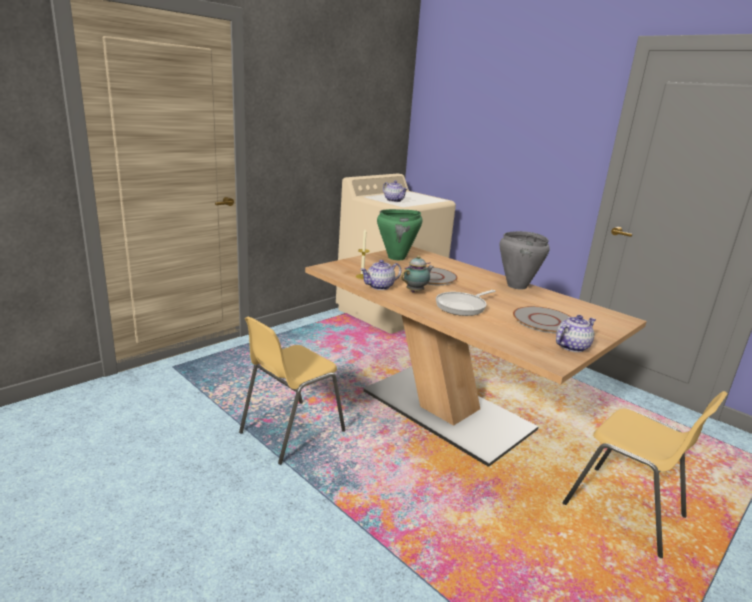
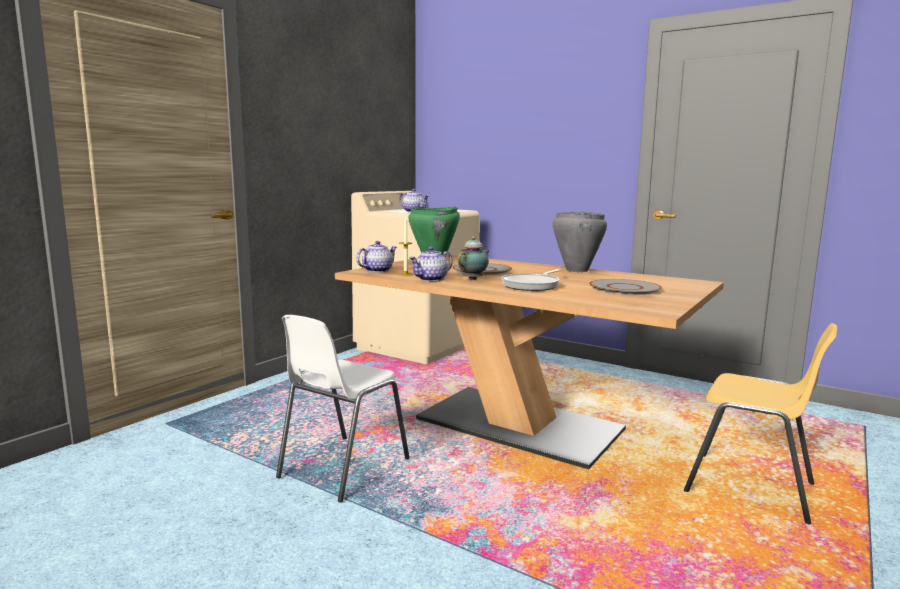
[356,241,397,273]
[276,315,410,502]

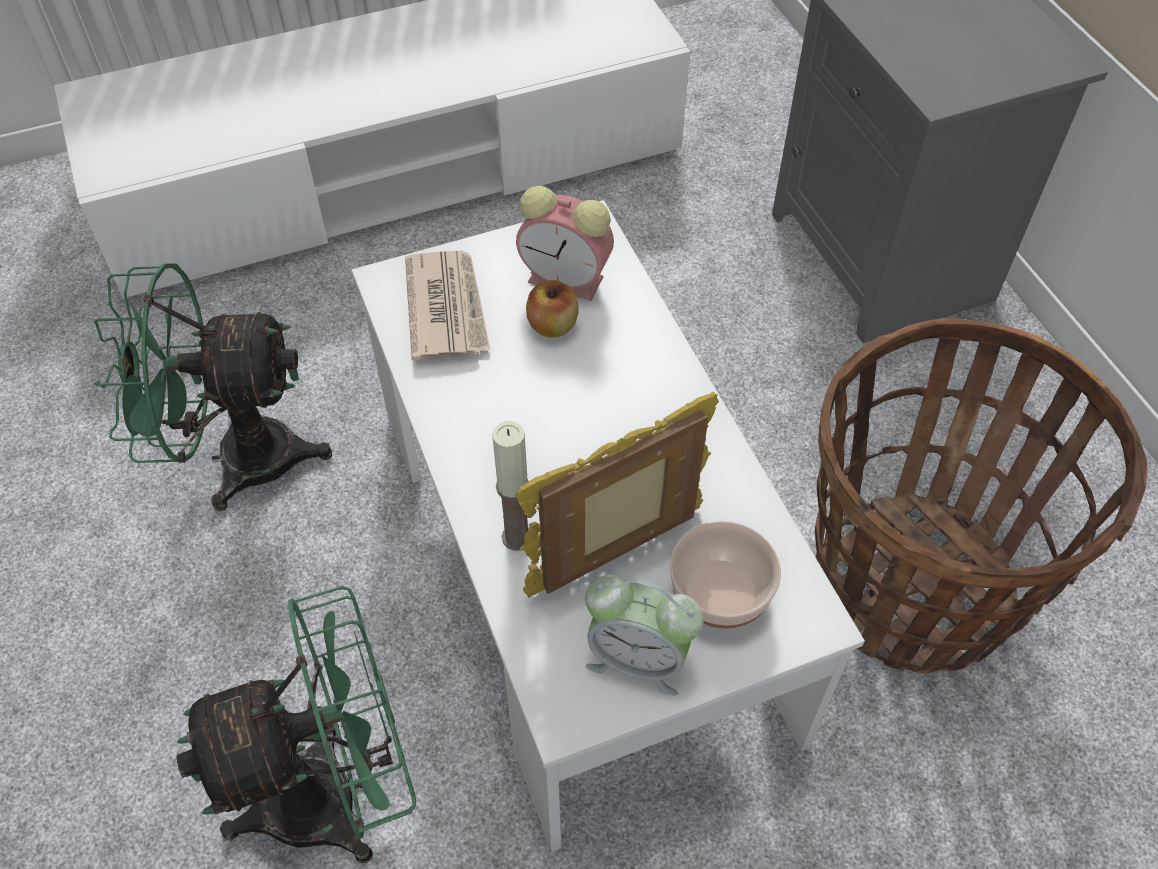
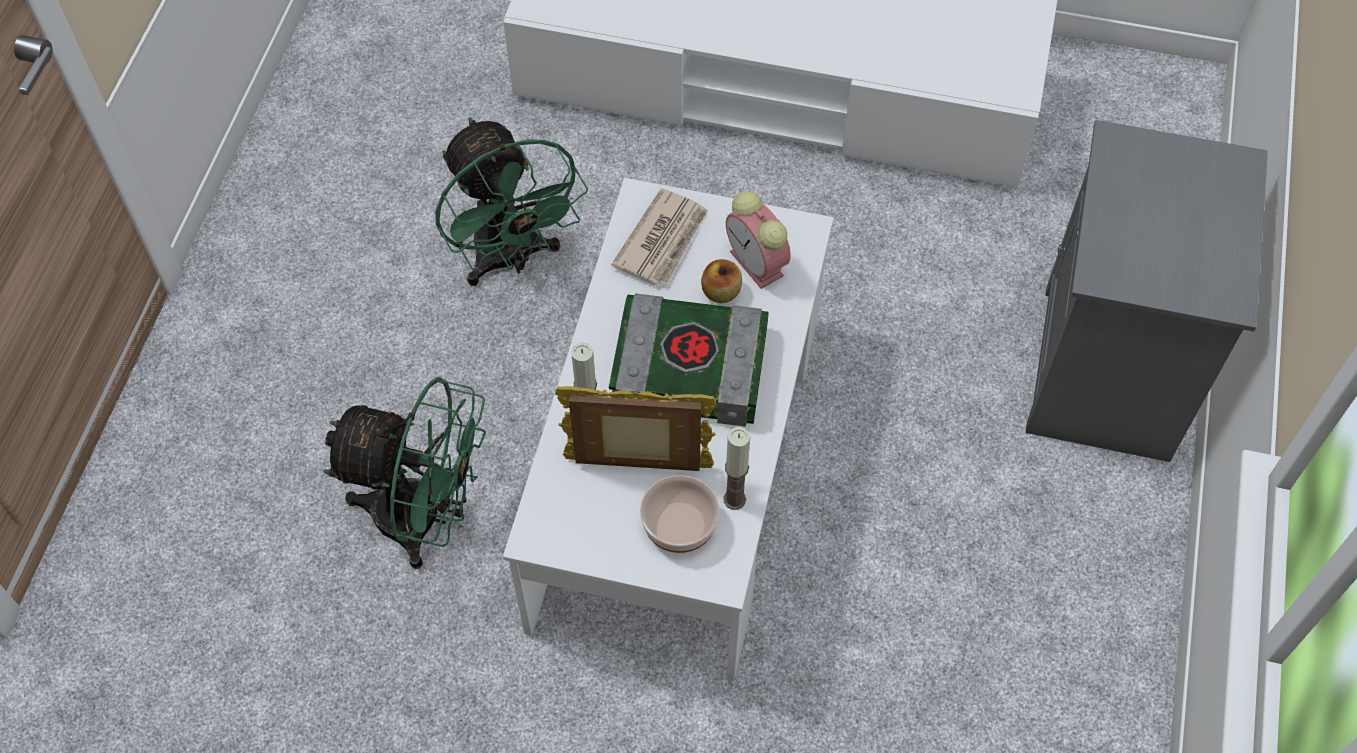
[435,118,588,286]
[815,318,1148,674] (first image)
[585,574,703,696] (first image)
[609,293,769,427]
[724,427,750,510]

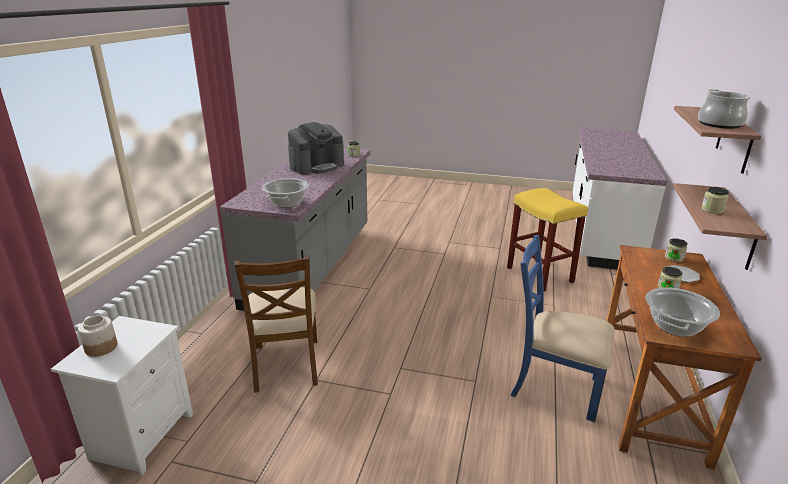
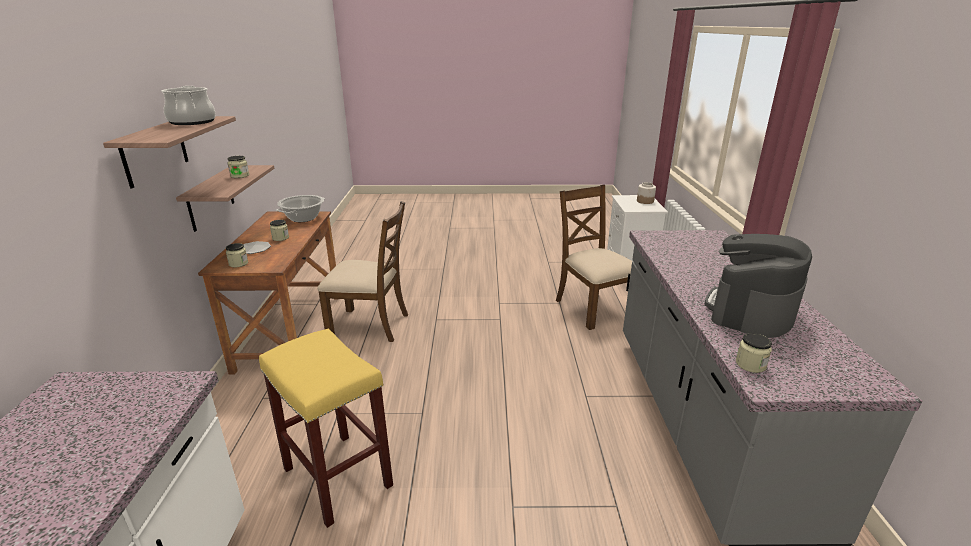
[262,178,309,208] (first image)
[318,201,408,342]

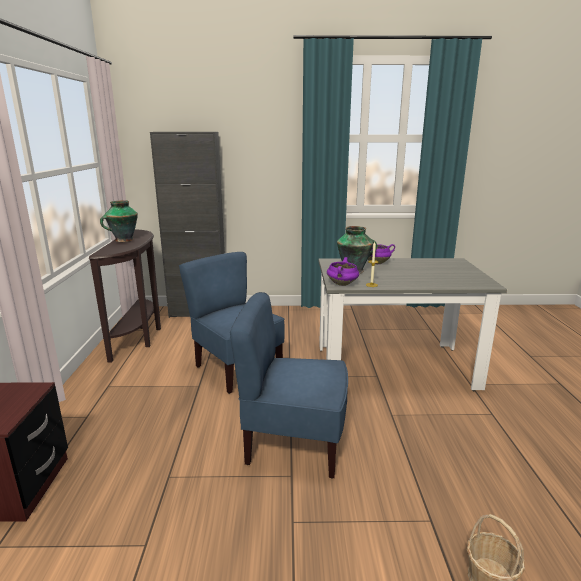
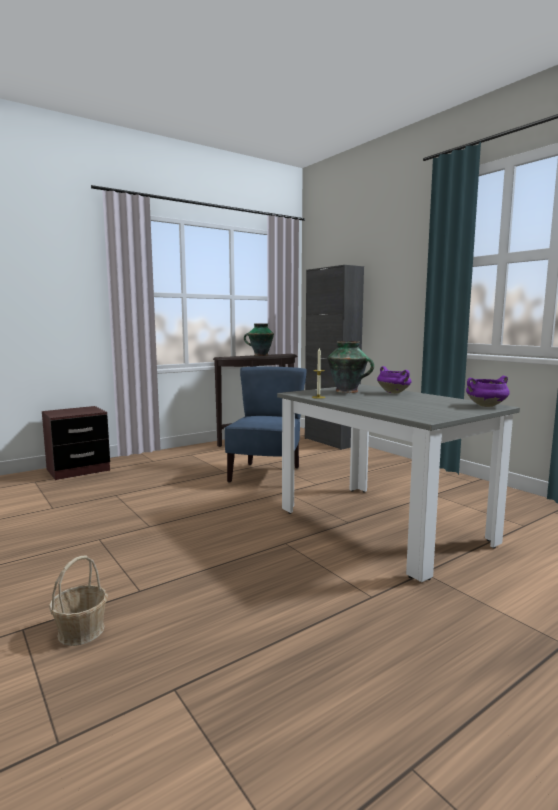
[466,376,510,407]
[230,292,348,479] (first image)

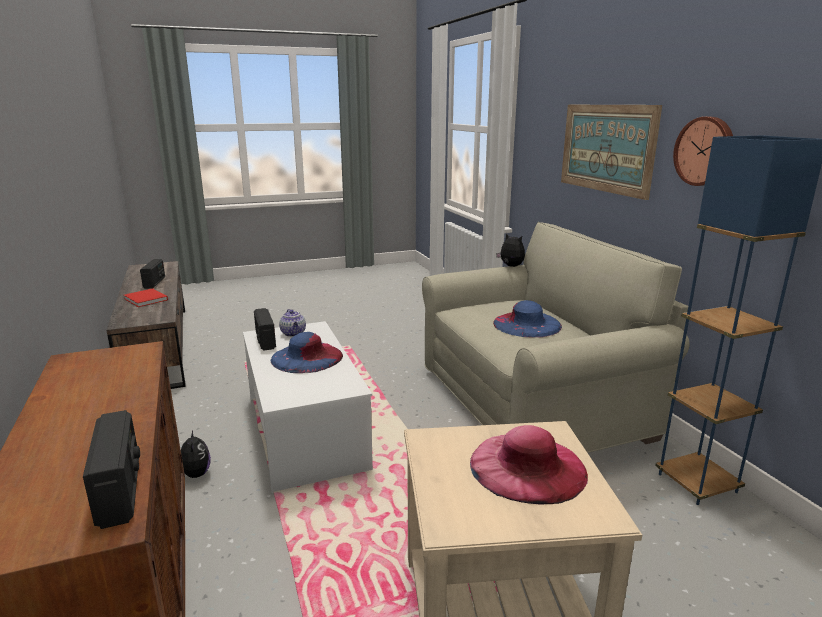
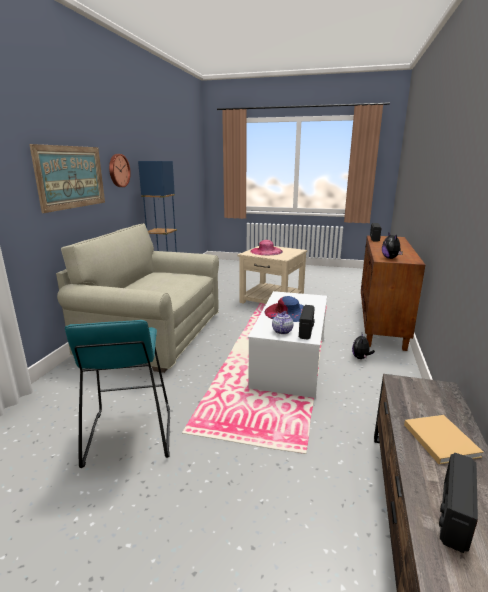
[382,232,403,259]
[404,415,483,464]
[493,300,562,338] (first image)
[65,320,170,468]

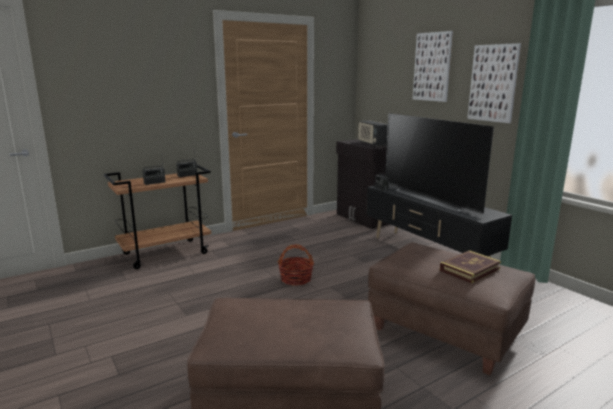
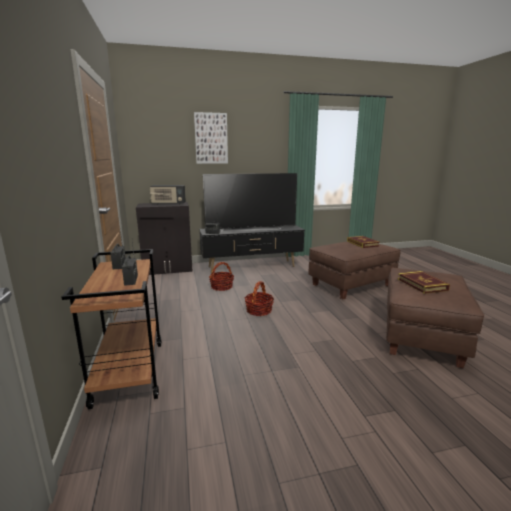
[467,43,521,123] (first image)
[209,262,234,291]
[398,271,450,294]

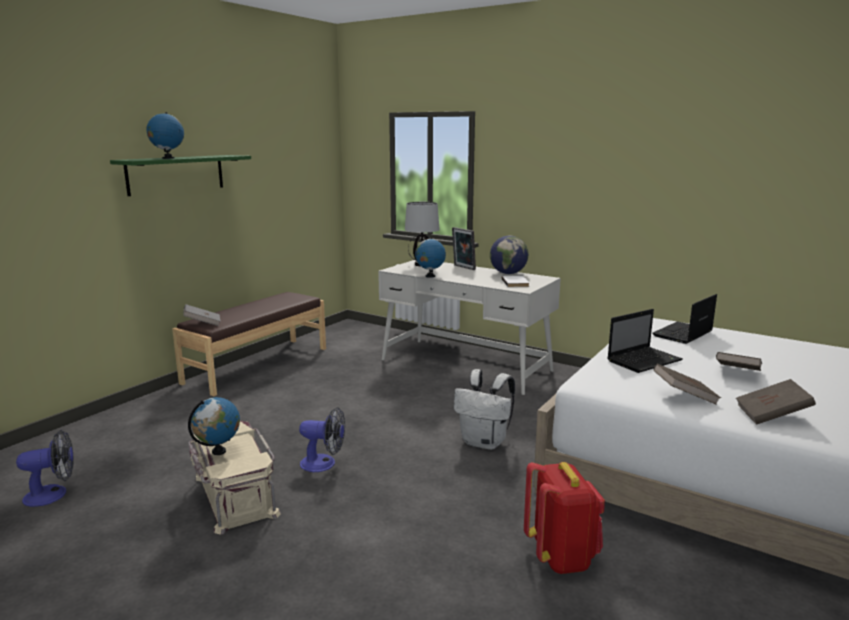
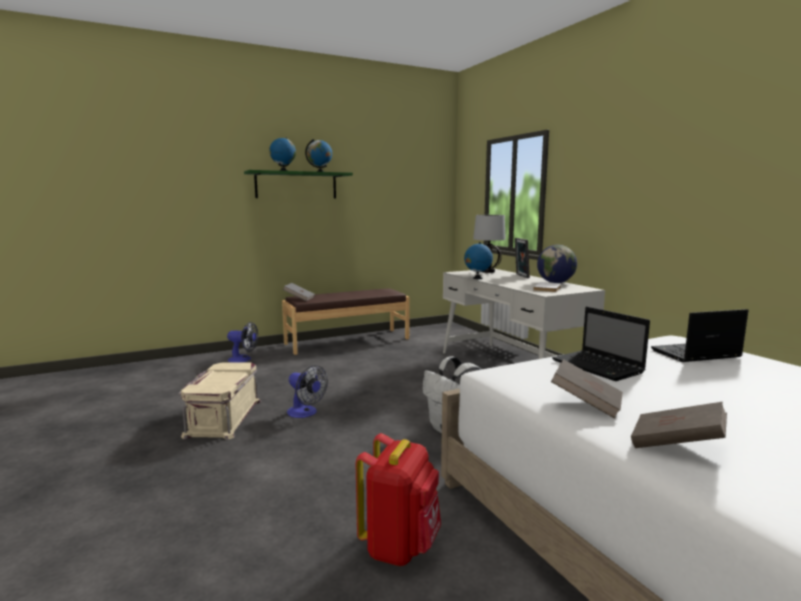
[552,307,650,381]
[716,352,762,371] (first image)
[305,139,332,172]
[227,322,258,363]

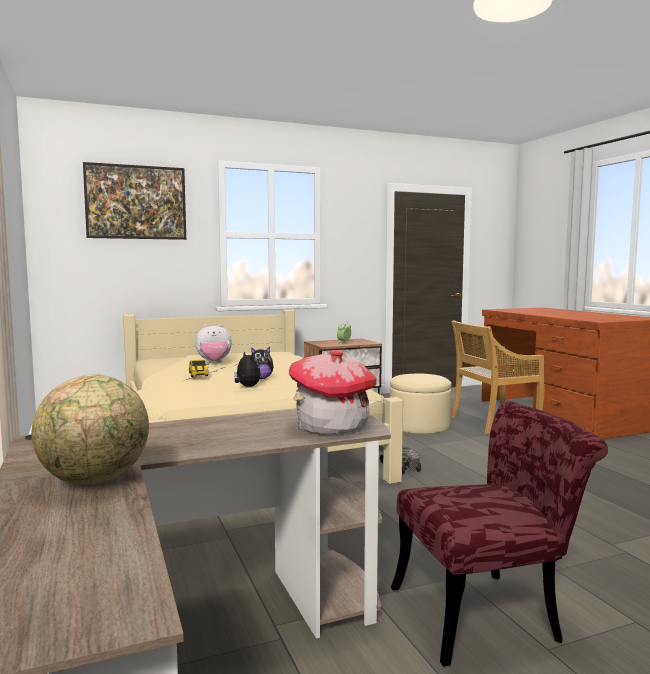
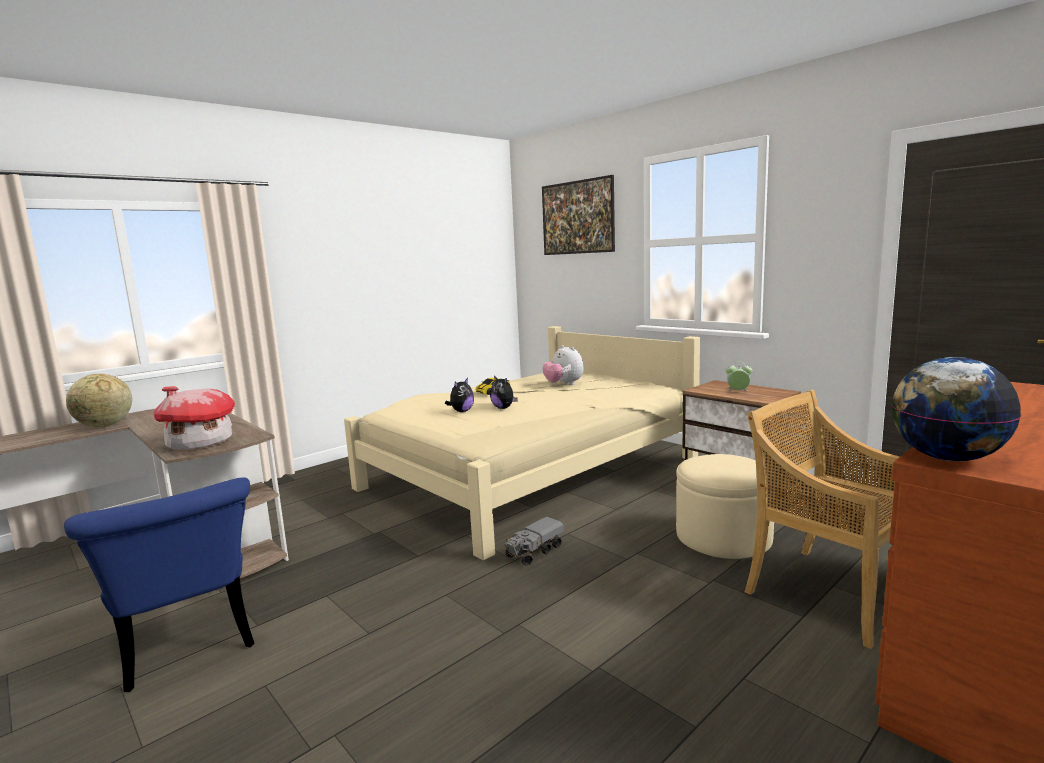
[64,477,254,692]
[891,357,1021,461]

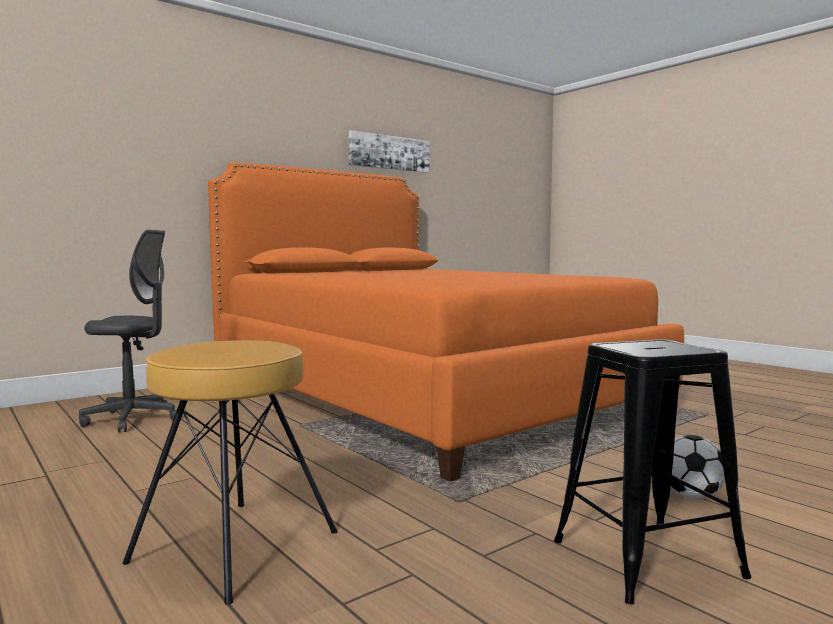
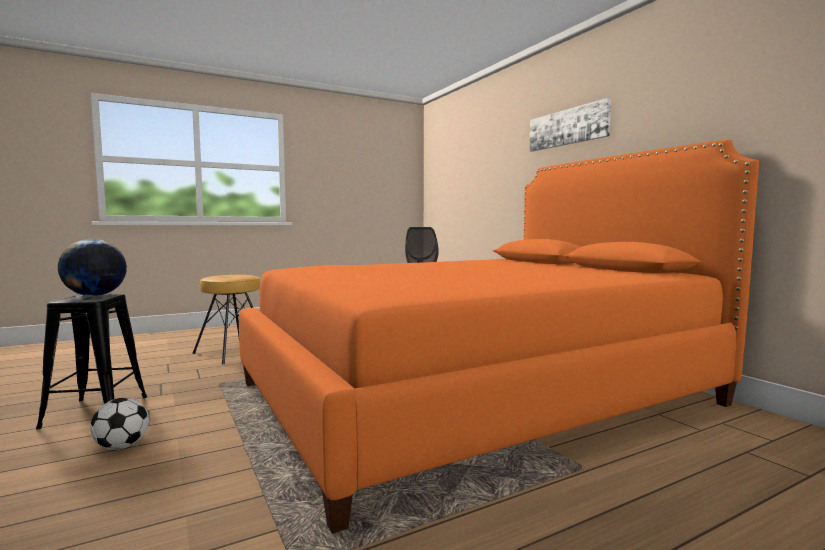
[529,98,611,152]
[58,239,127,296]

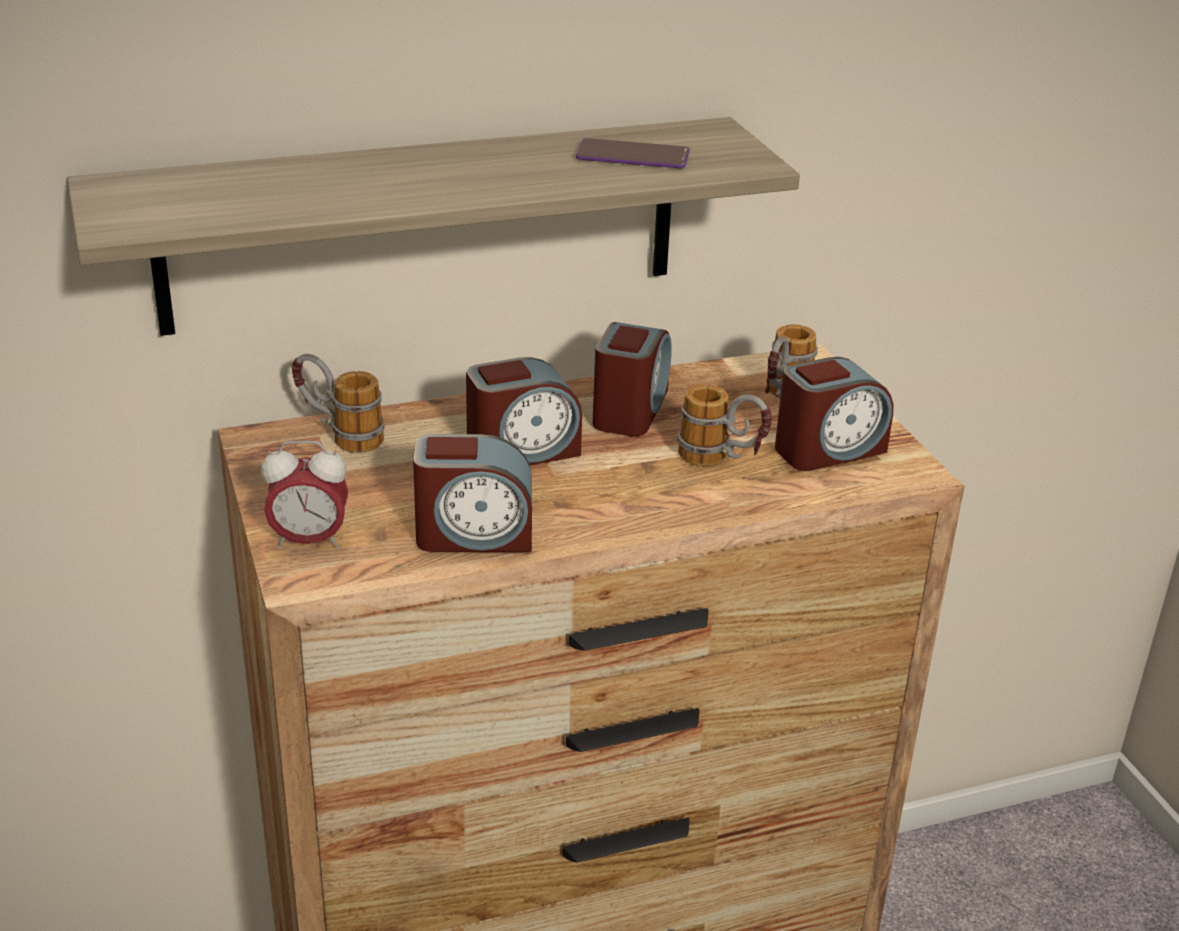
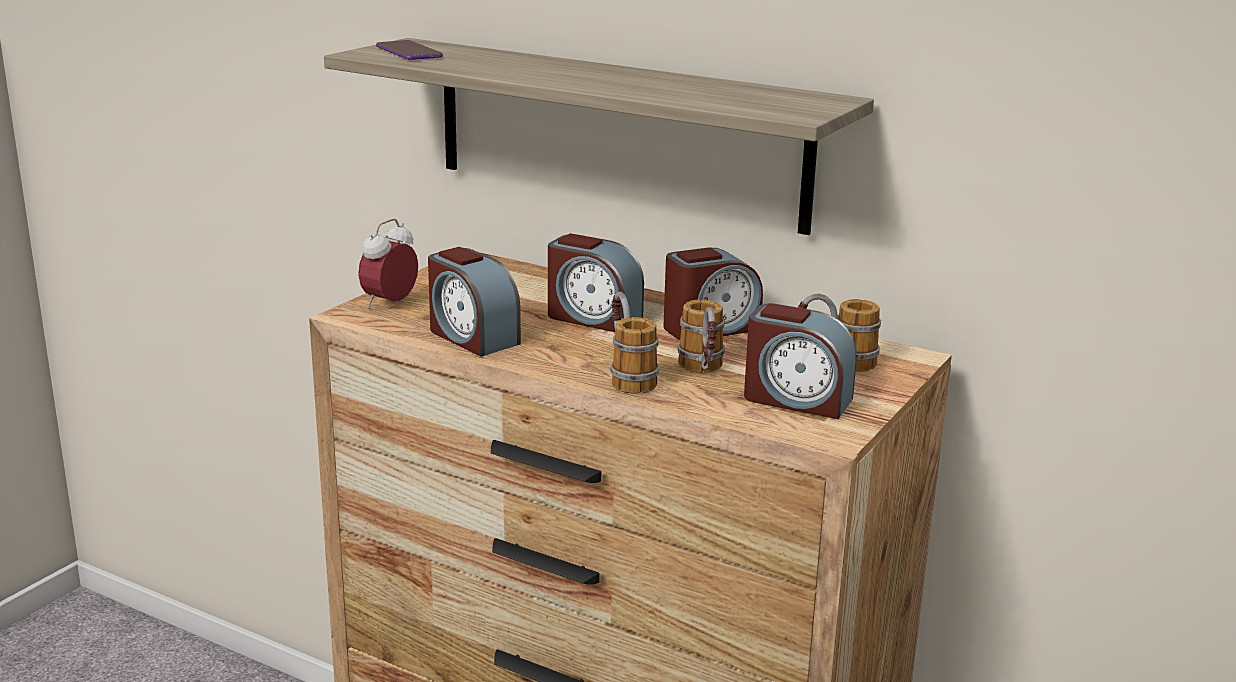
[376,40,443,60]
[610,292,659,394]
[358,219,418,309]

